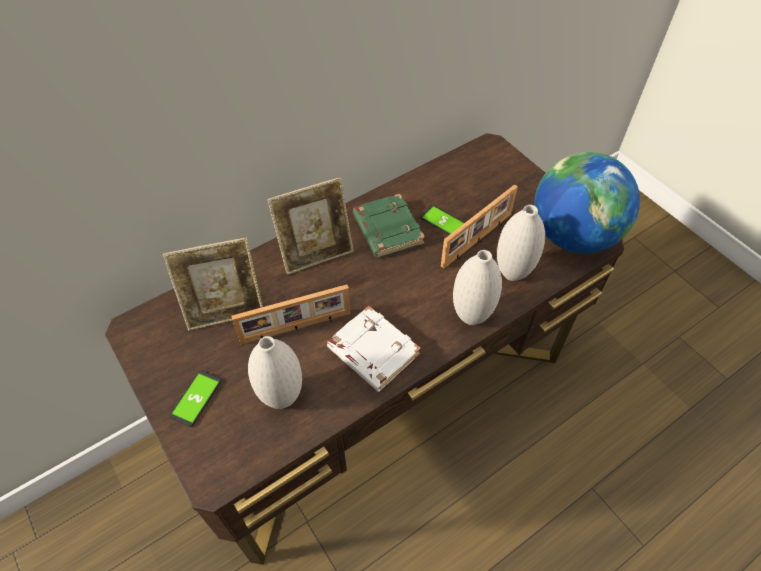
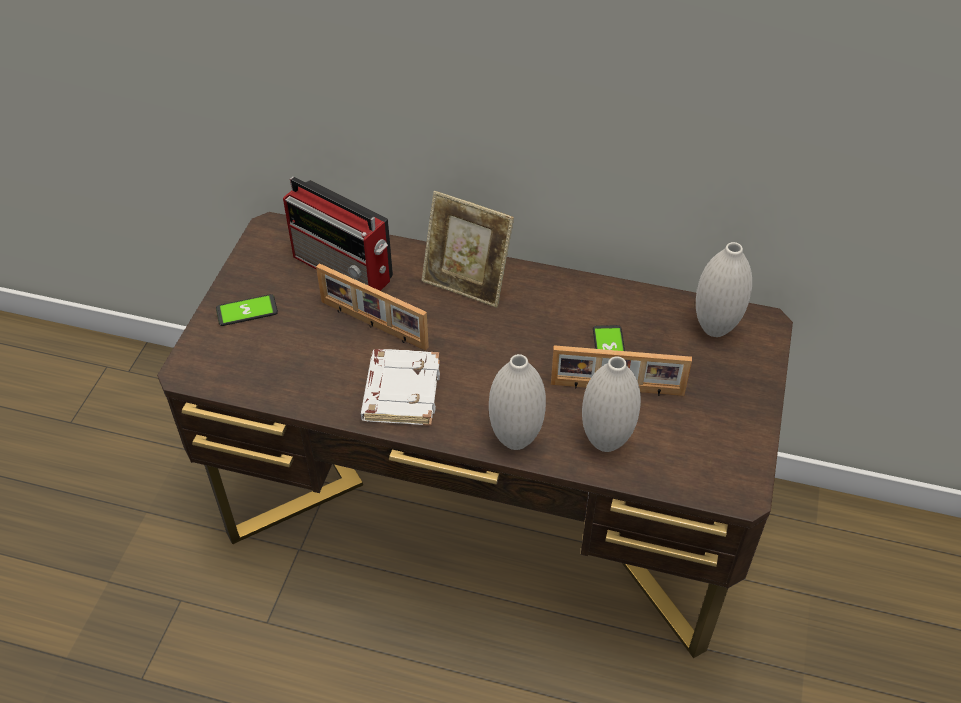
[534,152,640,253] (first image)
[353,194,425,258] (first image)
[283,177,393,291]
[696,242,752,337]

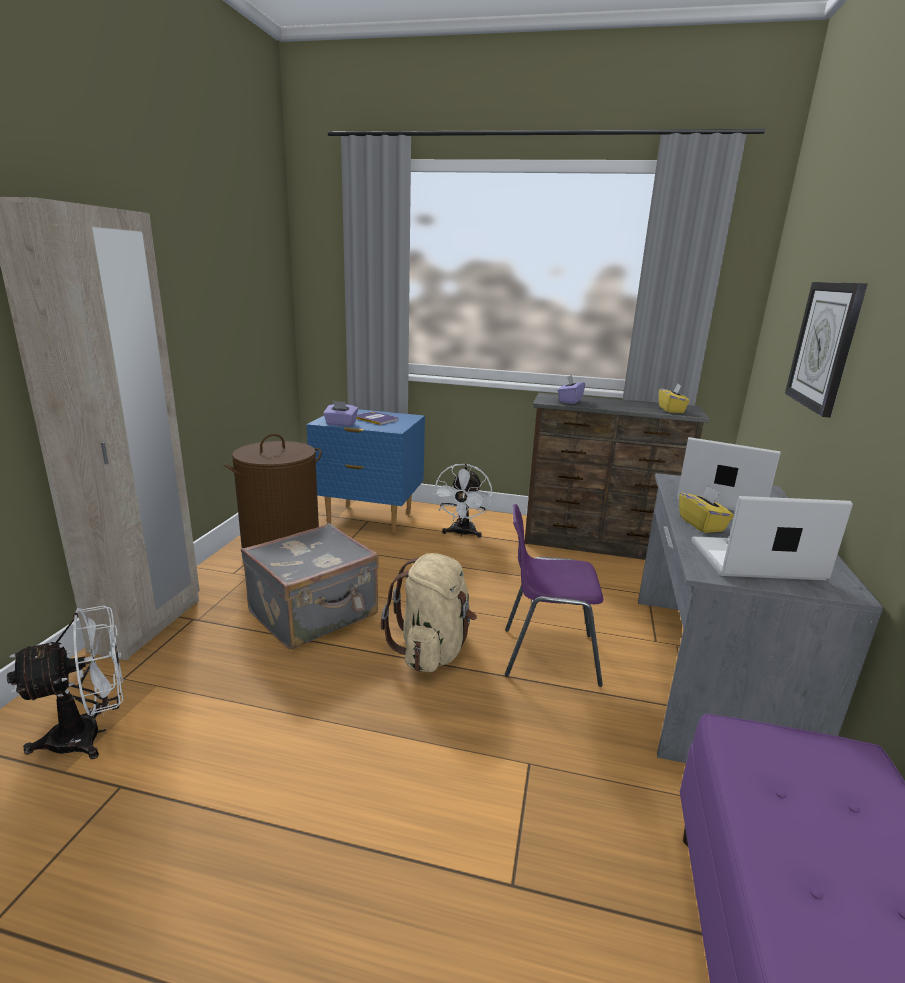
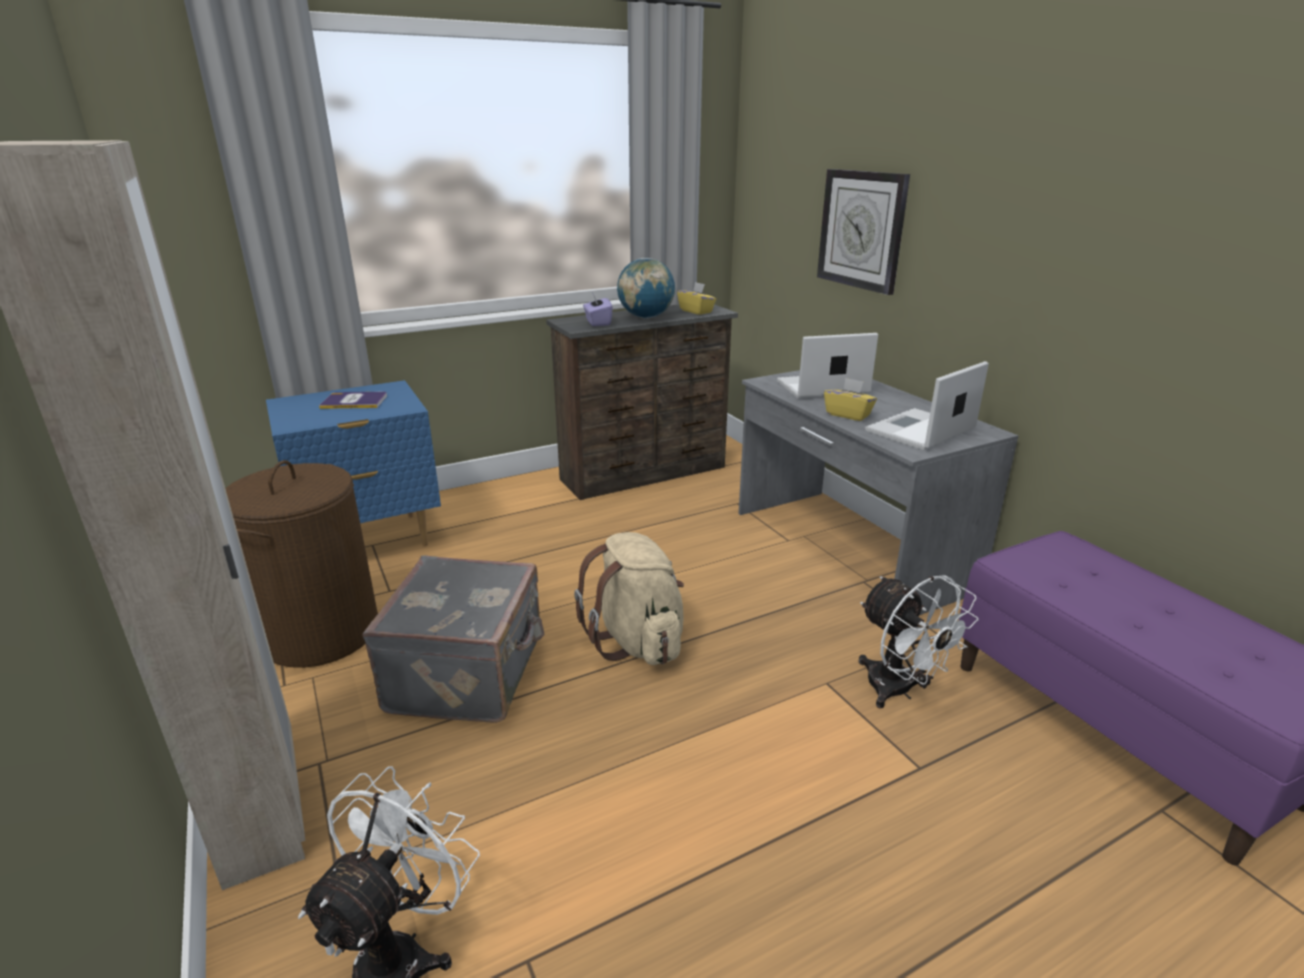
[323,401,358,426] (first image)
[858,575,979,708]
[505,504,603,687] (first image)
[617,258,675,318]

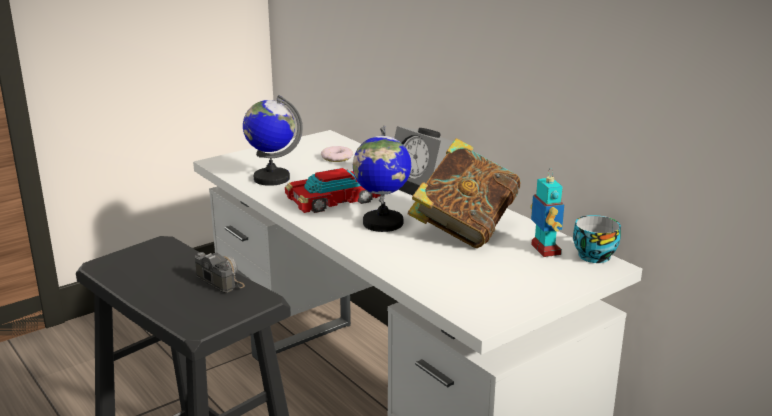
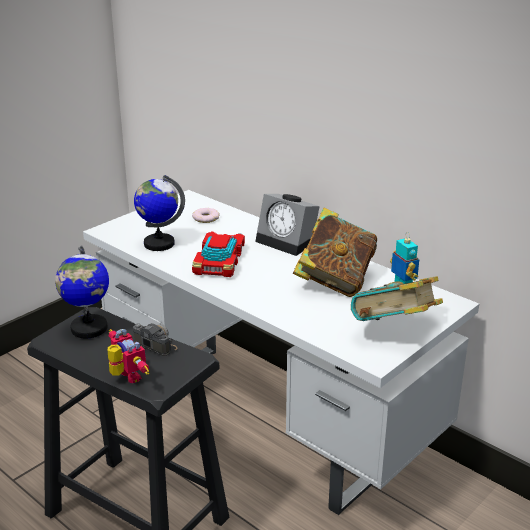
[55,245,109,338]
[192,232,245,277]
[573,215,621,263] (first image)
[351,276,443,321]
[108,329,149,384]

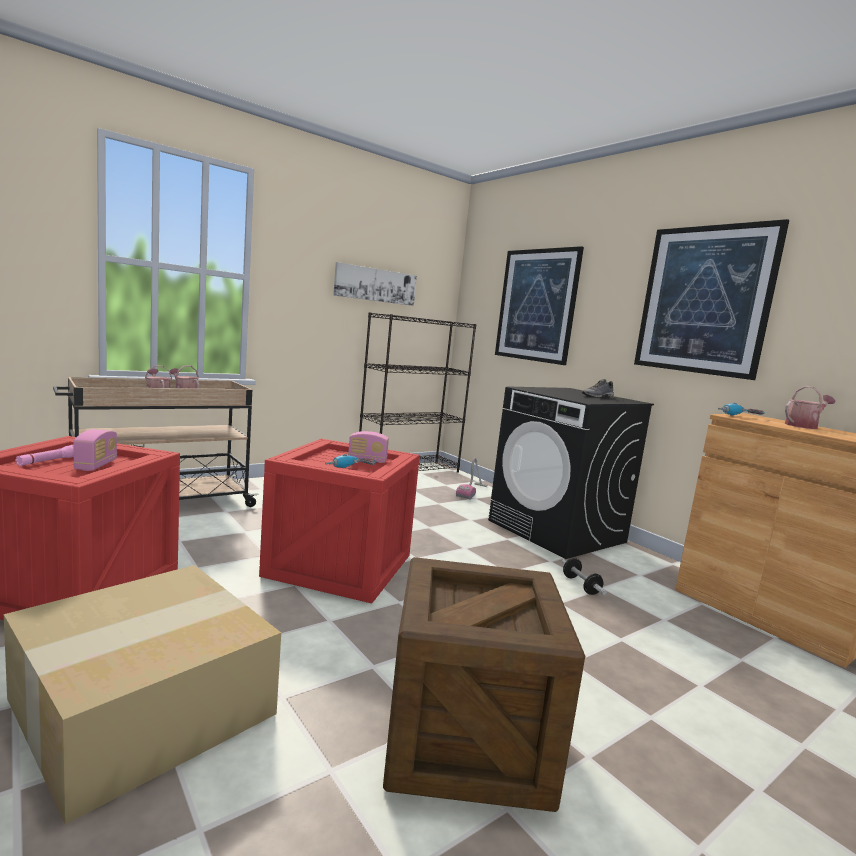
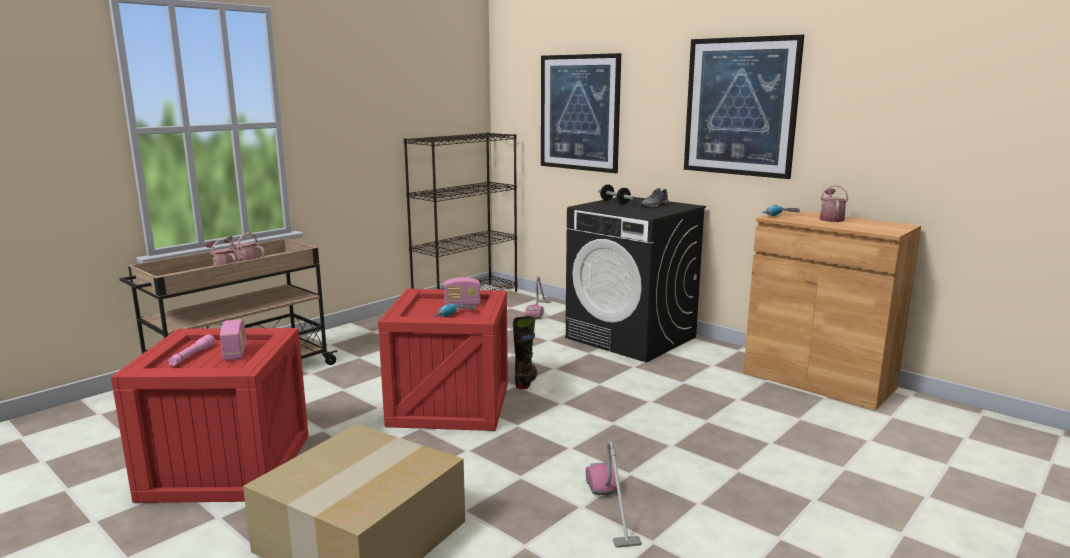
[333,262,417,306] (first image)
[820,186,848,222]
[586,441,642,548]
[598,184,634,204]
[513,316,538,389]

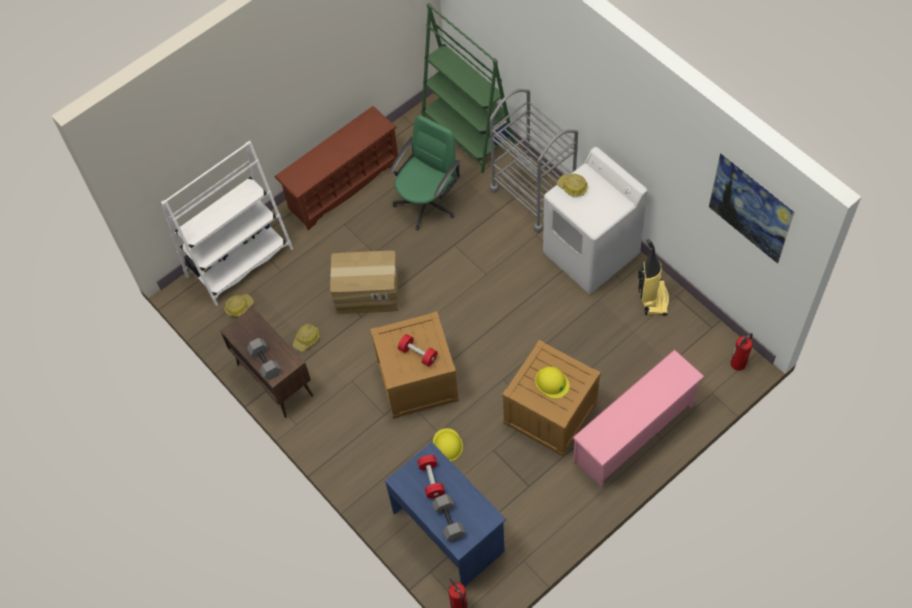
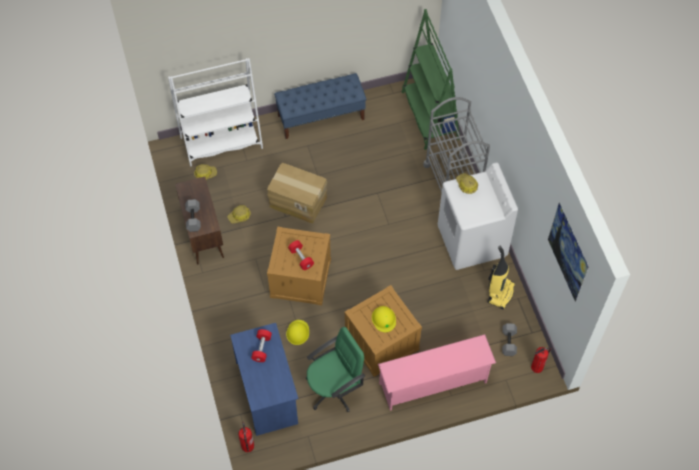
[274,73,366,139]
[306,327,365,412]
[502,323,517,356]

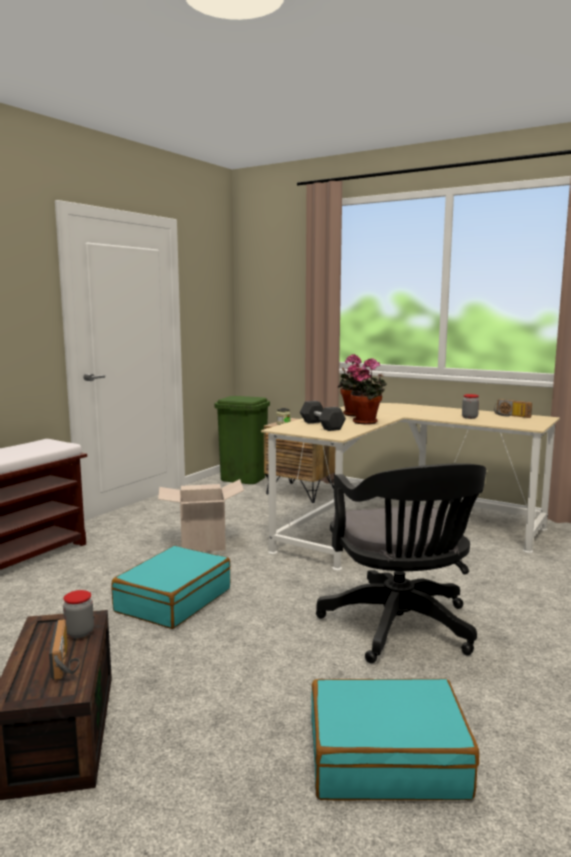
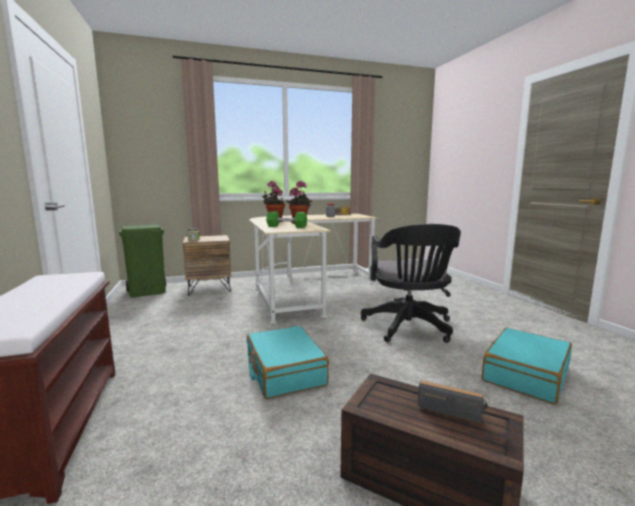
[266,211,307,228]
[361,224,461,343]
[158,479,244,552] (first image)
[63,590,94,638] (first image)

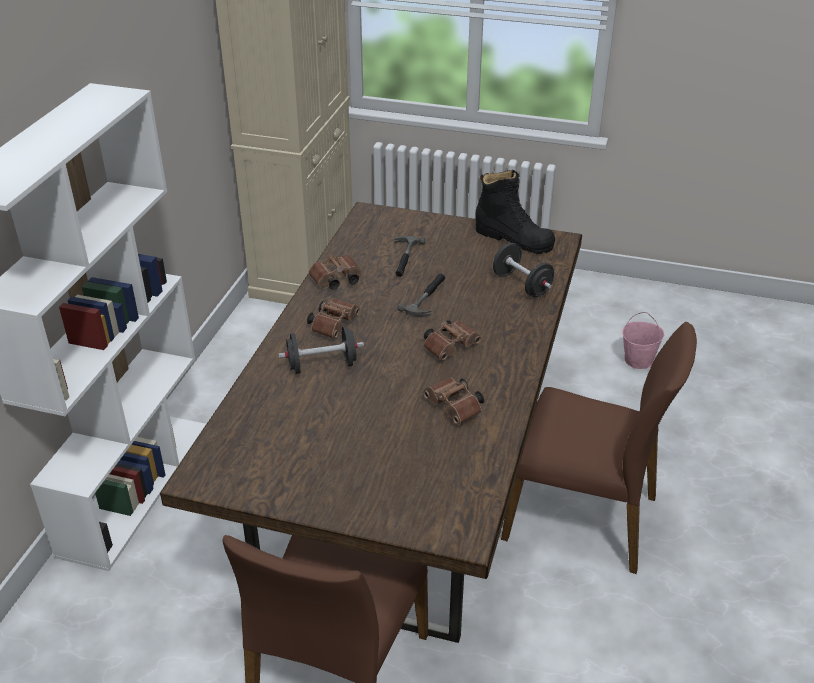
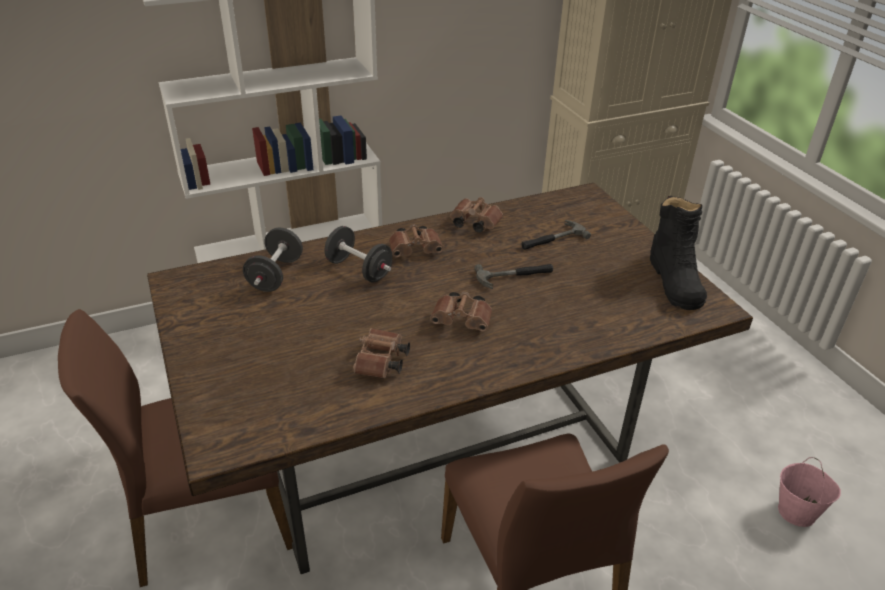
[243,228,303,292]

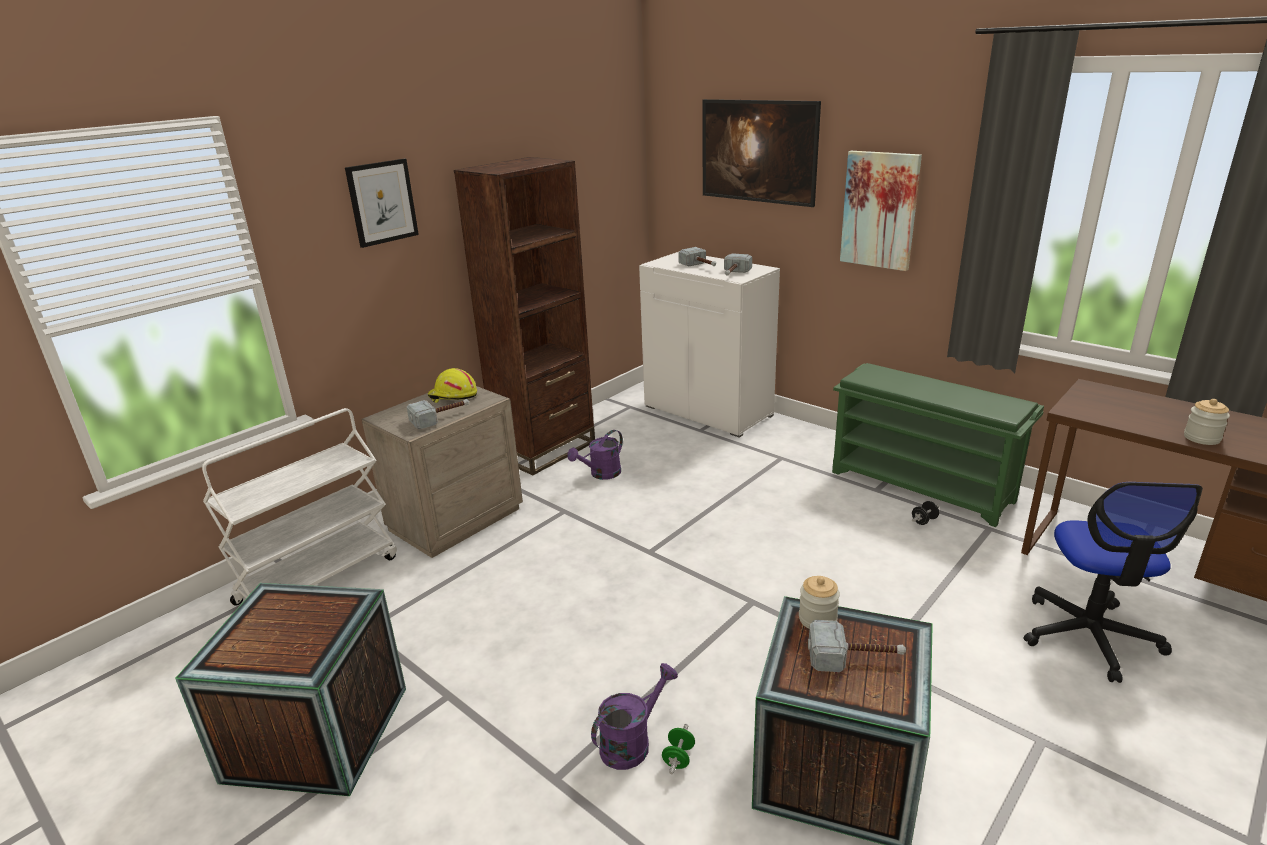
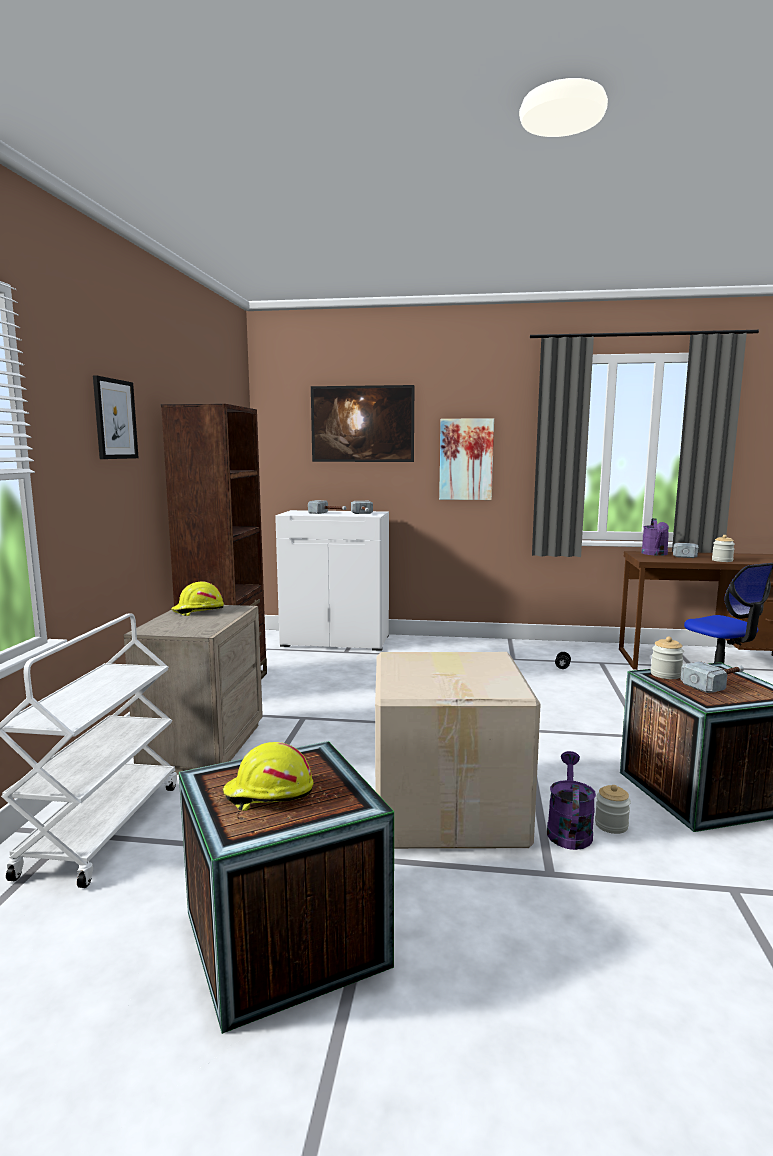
[832,363,1044,527] (first image)
[673,543,698,558]
[641,518,669,556]
[595,785,631,834]
[375,652,541,849]
[222,742,314,811]

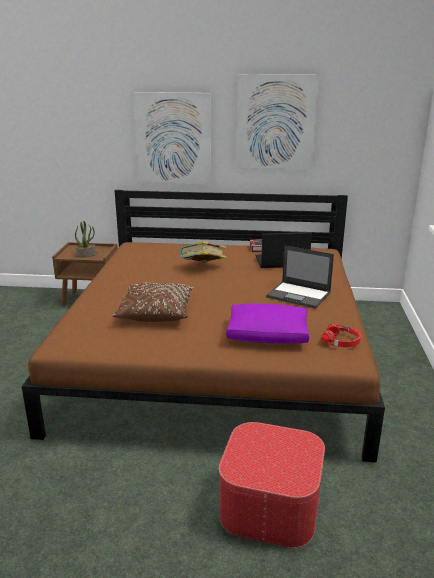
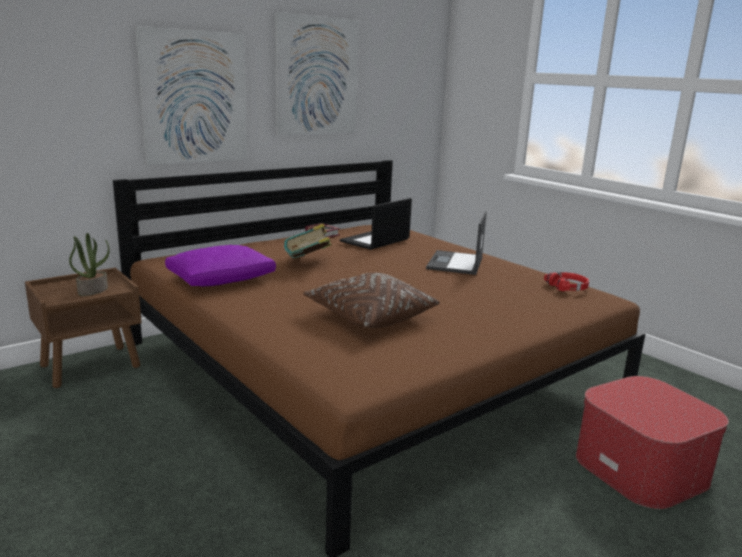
[426,211,487,275]
[165,245,276,287]

